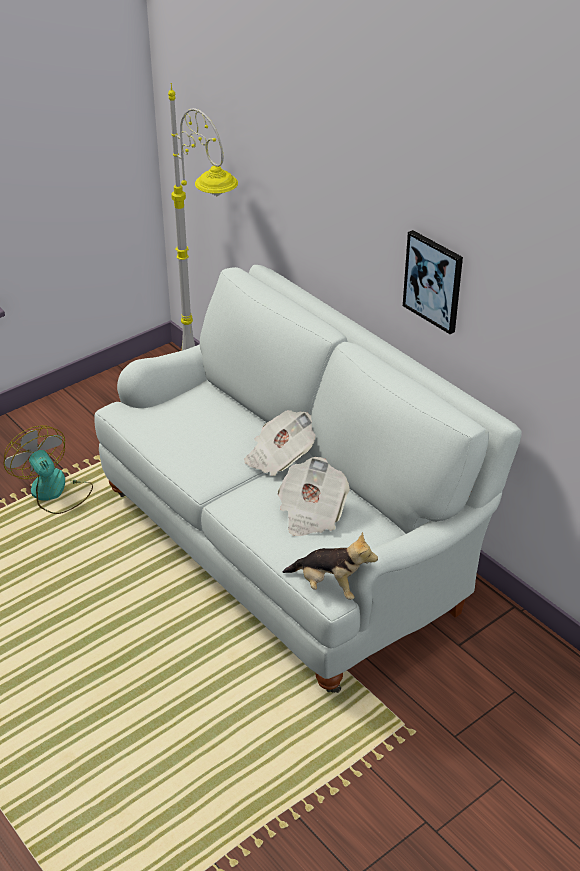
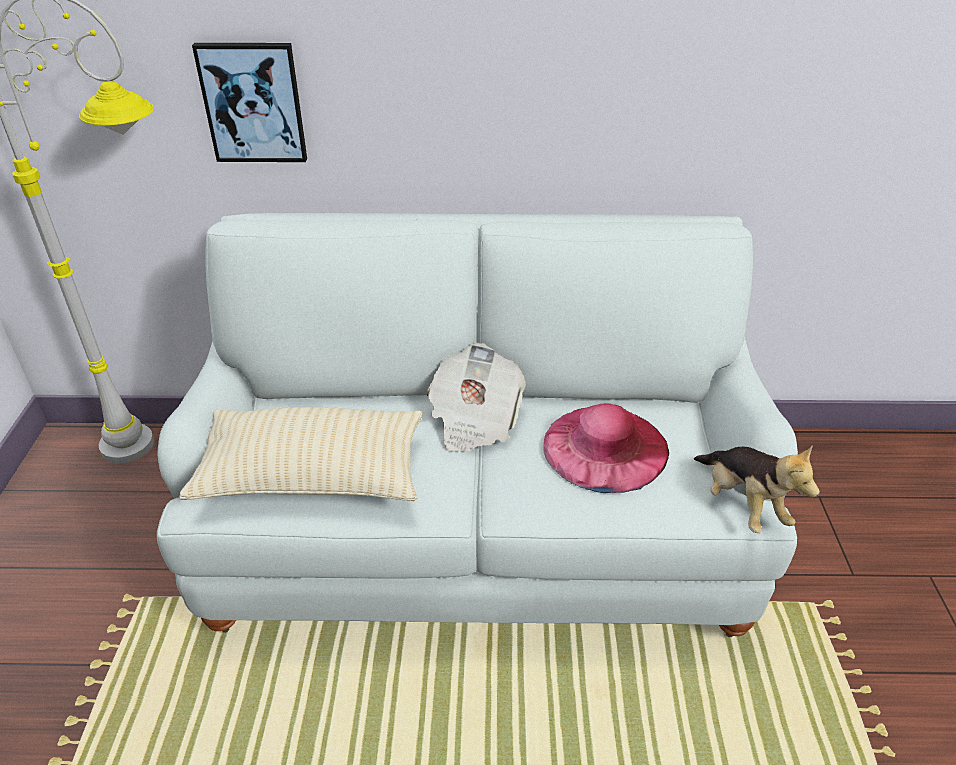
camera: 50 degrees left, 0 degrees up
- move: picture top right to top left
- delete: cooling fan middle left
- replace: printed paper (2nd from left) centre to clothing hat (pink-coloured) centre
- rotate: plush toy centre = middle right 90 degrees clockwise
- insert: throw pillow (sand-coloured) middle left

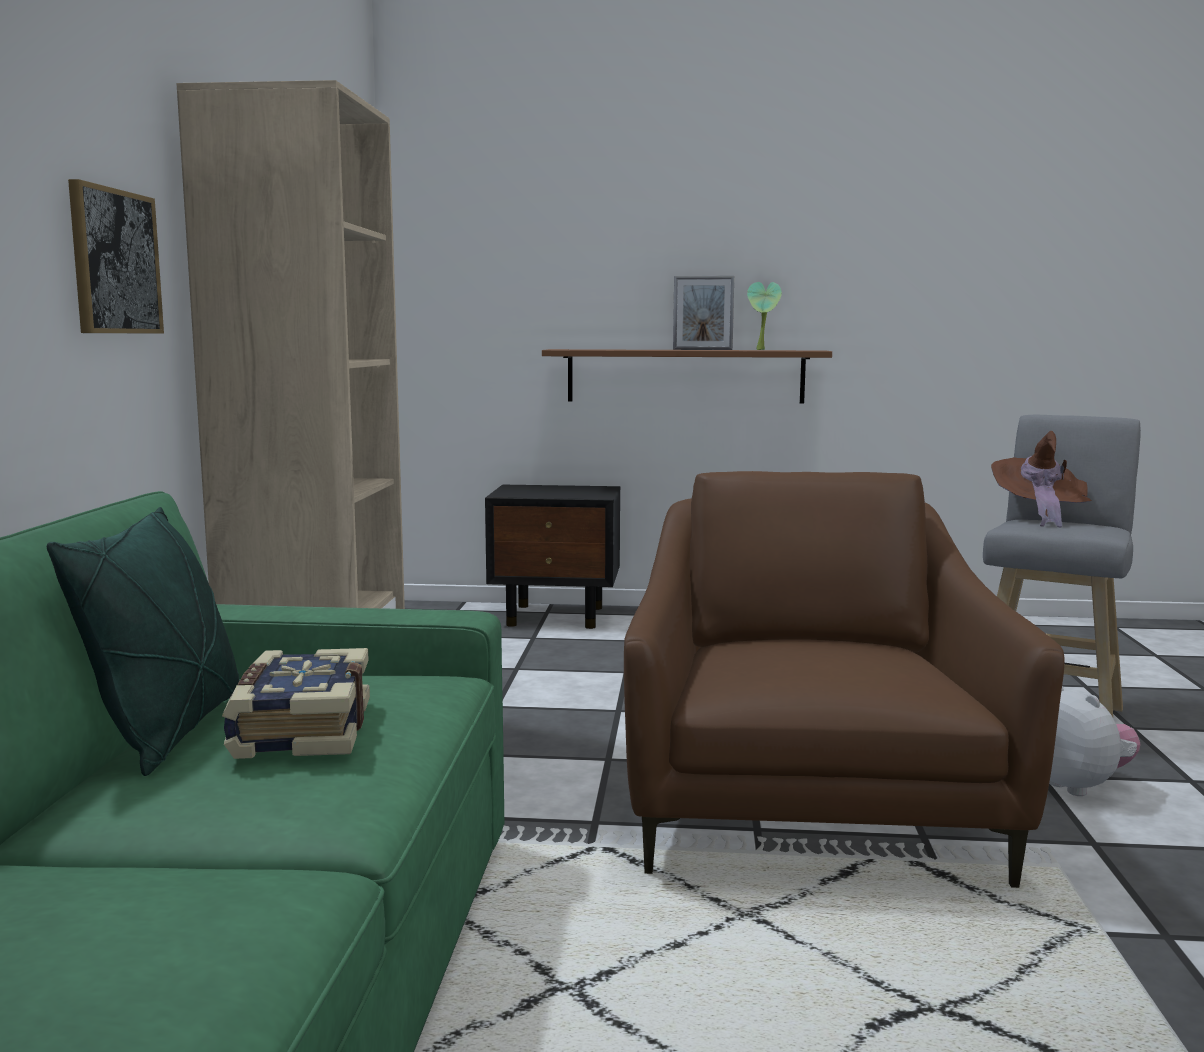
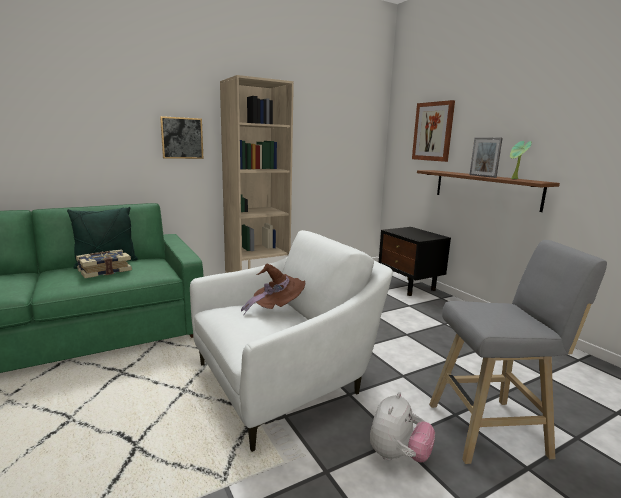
camera: 55 degrees right, 5 degrees up
- move: clothing hat (brownish) middle right to centre
- recolor: armchair (brownish) middle right to armchair (white) bottom centre
- insert: picture (2nd from left) top right

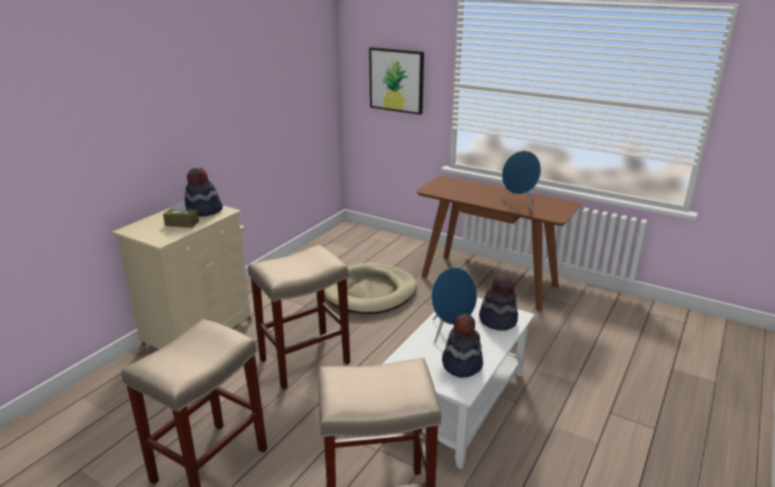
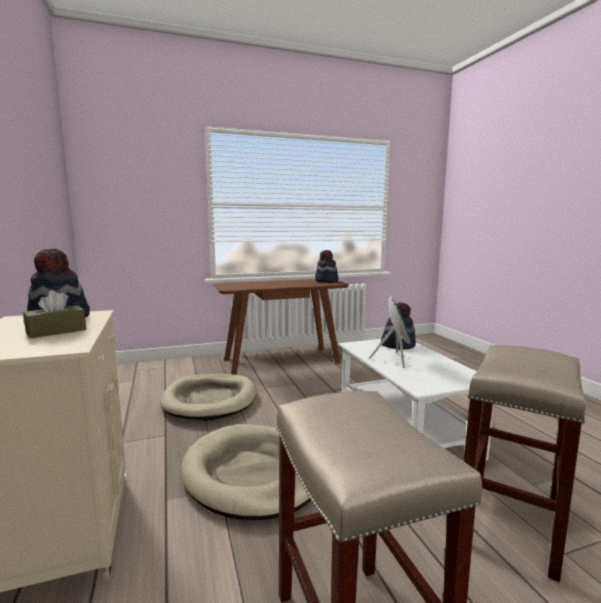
camera: 50 degrees left, 15 degrees down
- delete: picture top centre
- delete: speaker (bluish) (2nd from left) middle right
- replace: stool (sand-coloured) (2nd from left) centre to pet bed (sand-coloured) (2nd from left) bottom centre
- move: clothing hat (2nd from left) bottom centre to centre

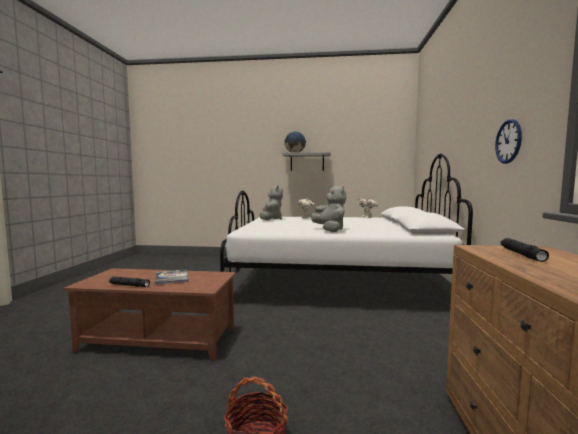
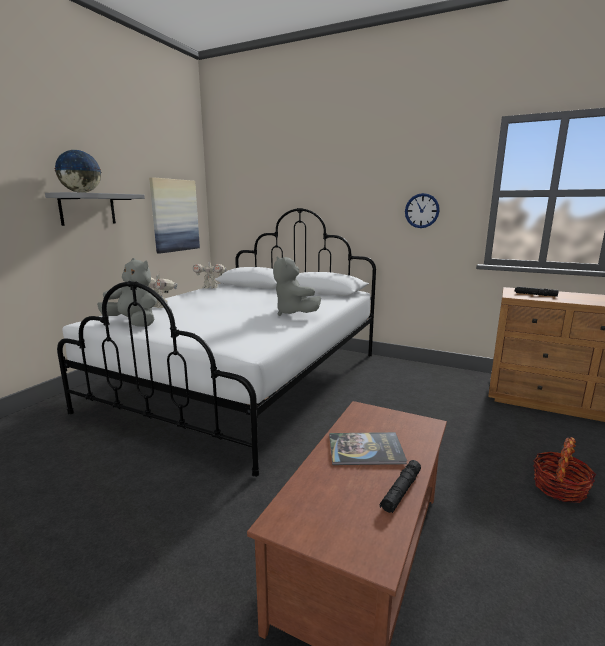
camera: 70 degrees left, 10 degrees up
- rotate: plush toy (gray) (2nd from left) centre = centre 120 degrees counterclockwise
- insert: picture top left

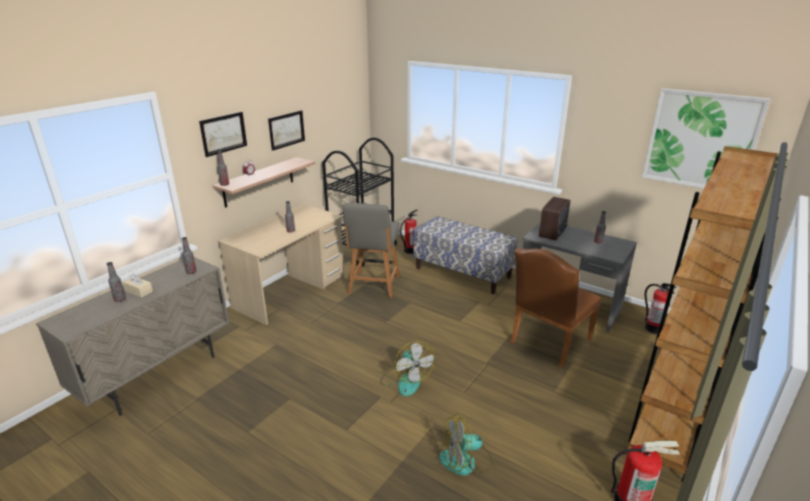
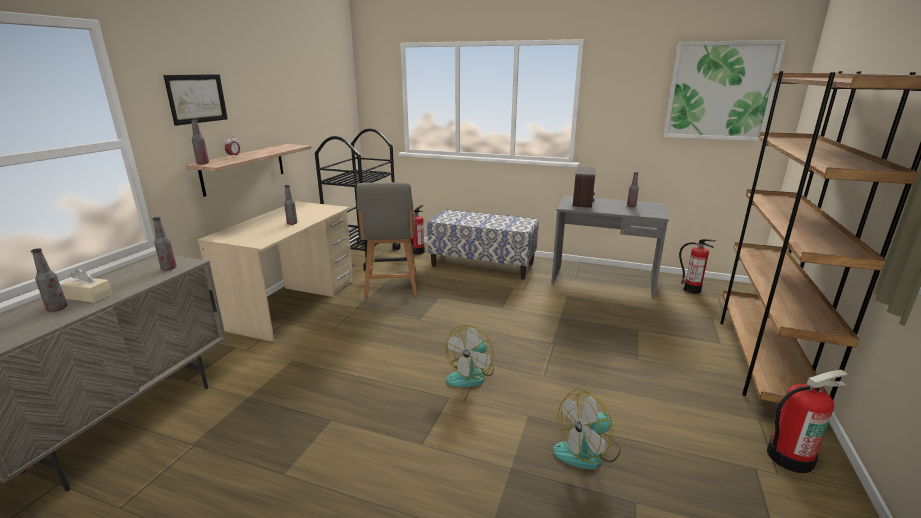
camera: 15 degrees left, 5 degrees down
- delete: picture (2nd from left) top centre
- delete: chair (brownish) middle right
- rotate: cooling fan (1st from left) bottom centre = bottom centre 75 degrees clockwise

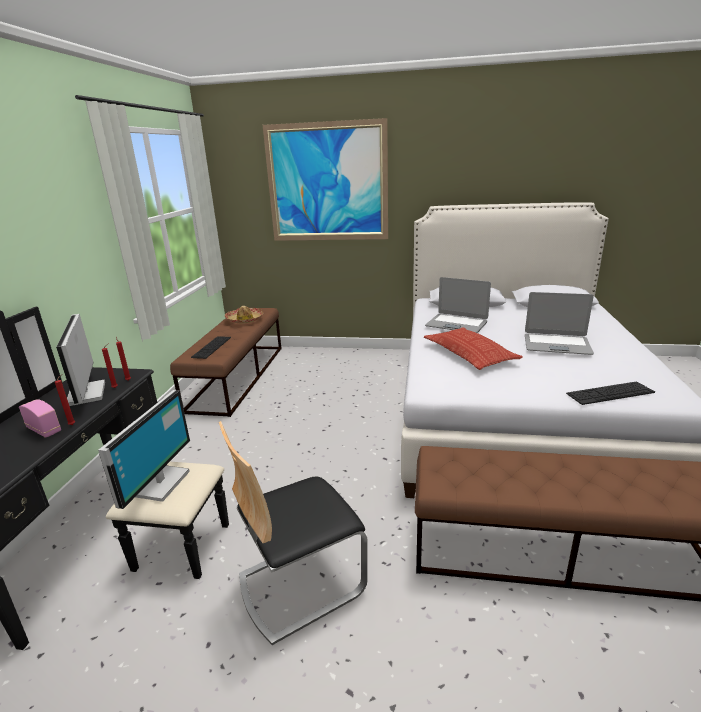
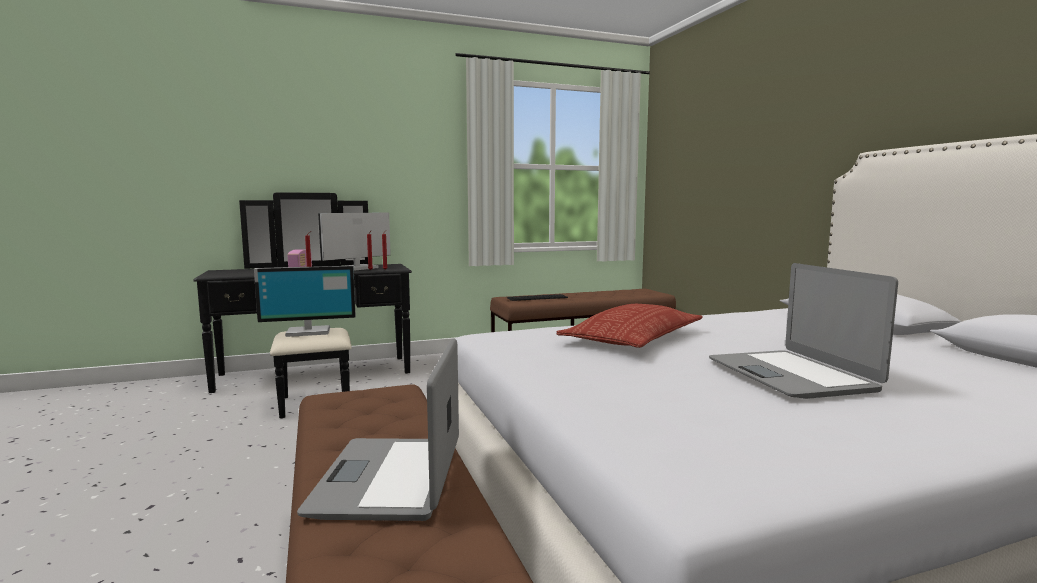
camera: 60 degrees right, 15 degrees down
- delete: picture top centre
- move: laptop (1st from left) centre to bottom centre
- delete: clothing hat centre
- delete: computer keyboard (2nd from left) middle right
- delete: chair bottom centre

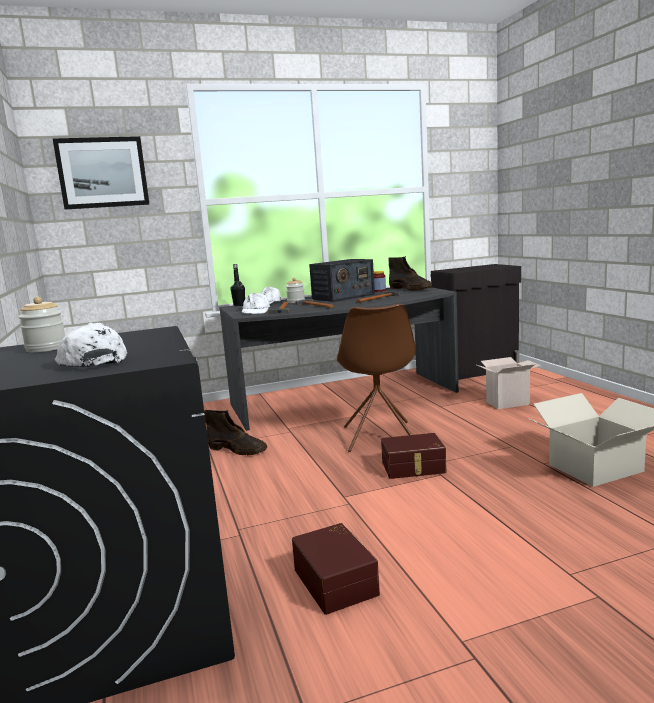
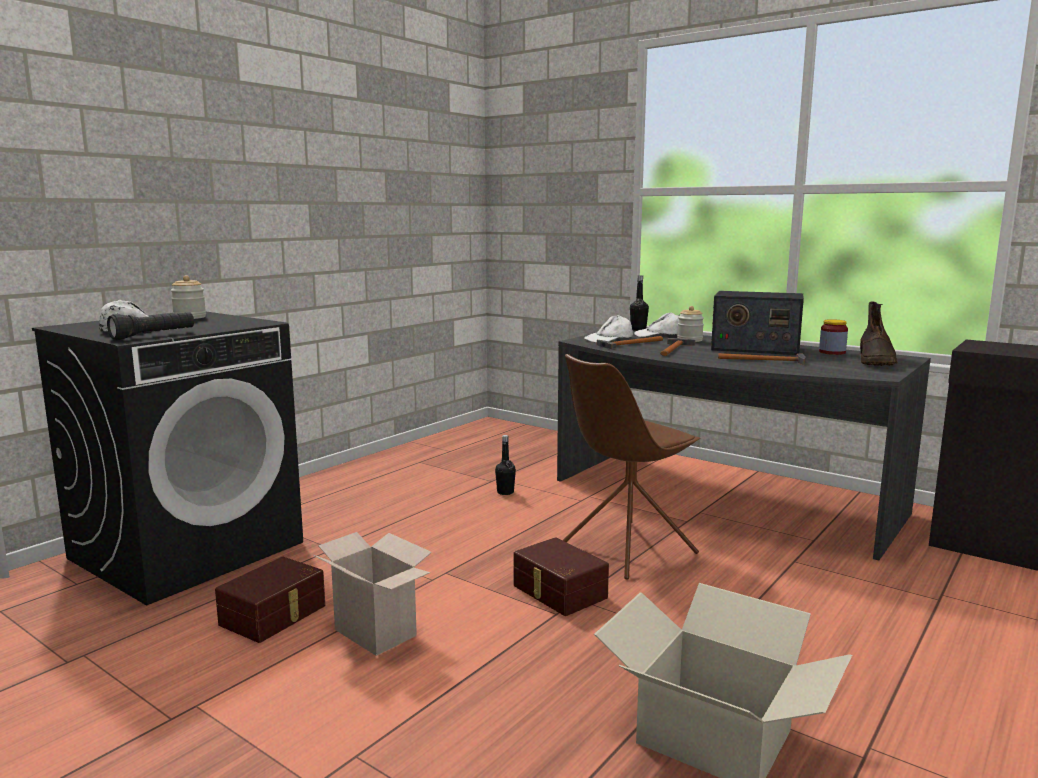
camera: 55 degrees right, 0 degrees up
- delete: picture top left
- move: carton (1st from left) middle right to bottom centre
- replace: high-top boot (brownish) (1st from left) centre to beverage bottle (black) (1st from left) centre
- insert: torch (black) middle left

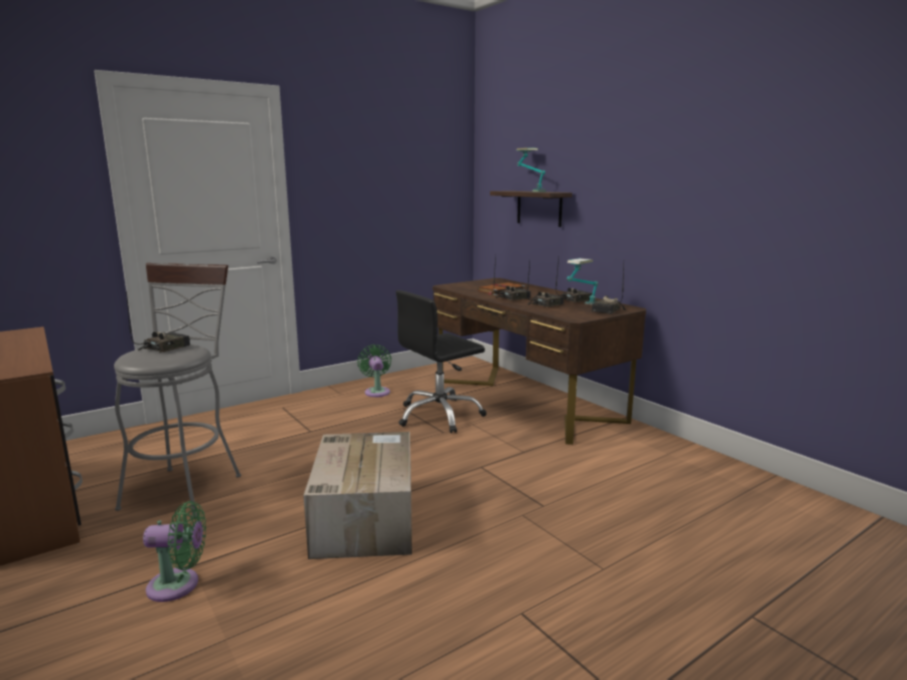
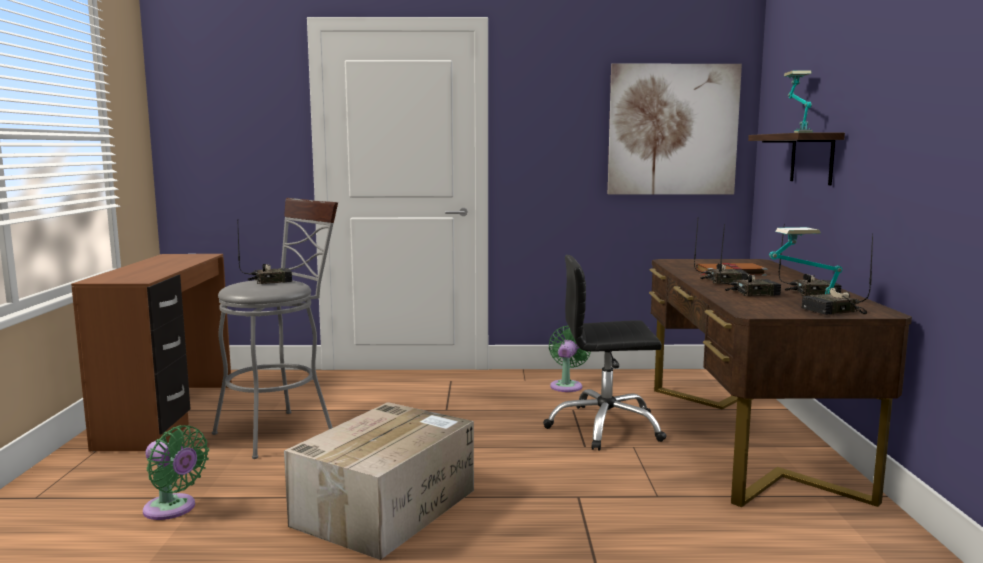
camera: 35 degrees right, 5 degrees down
- insert: picture top right

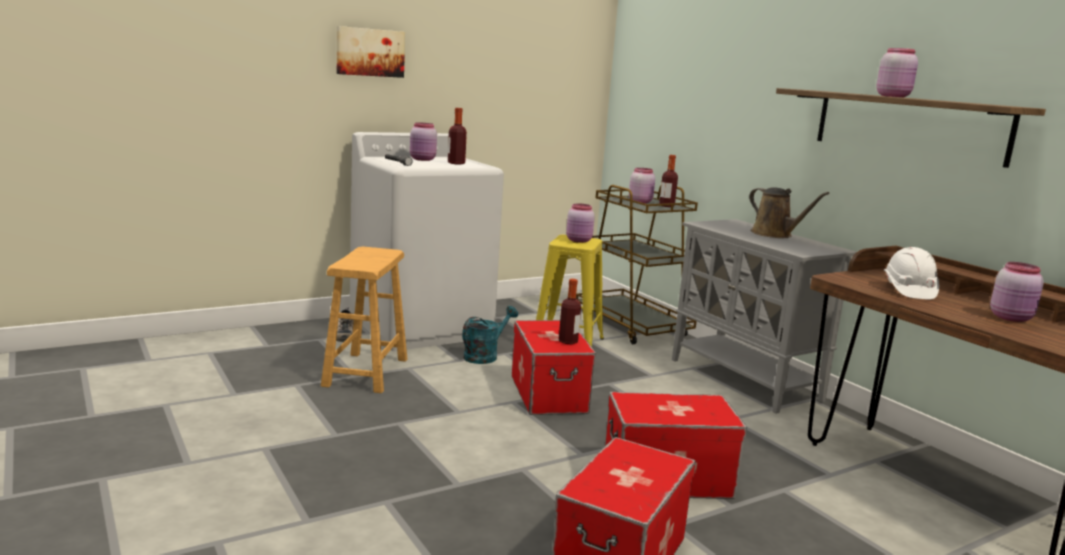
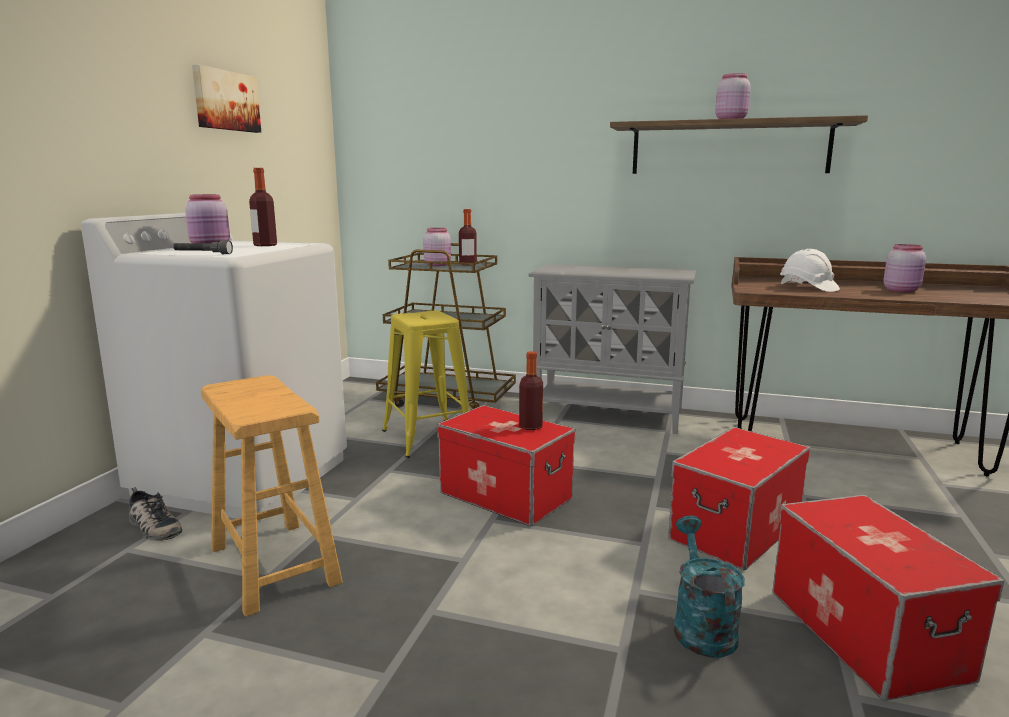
camera: 40 degrees left, 0 degrees up
- move: picture top centre to top left
- delete: watering can (brownish) middle right
- delete: jar (pink-coloured) (2nd from left) centre
- move: watering can (turquoise-coloured) centre to bottom right

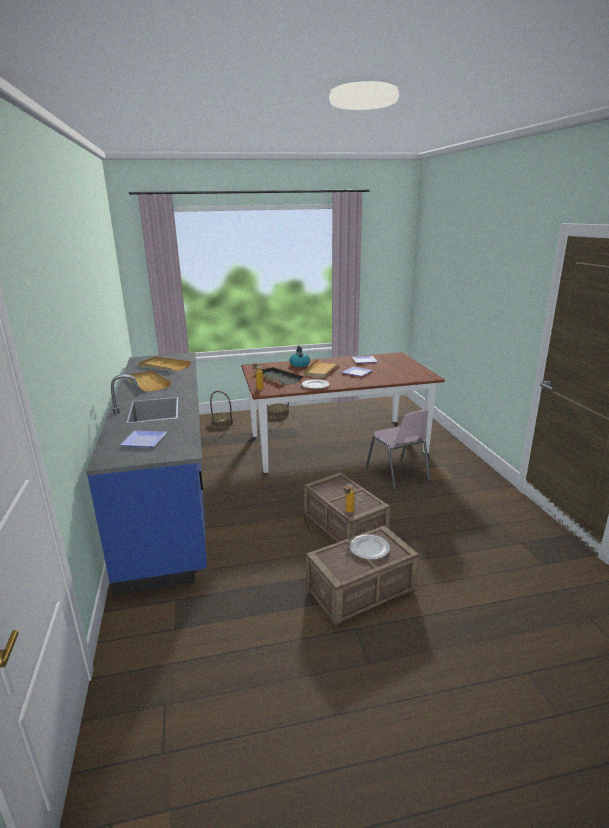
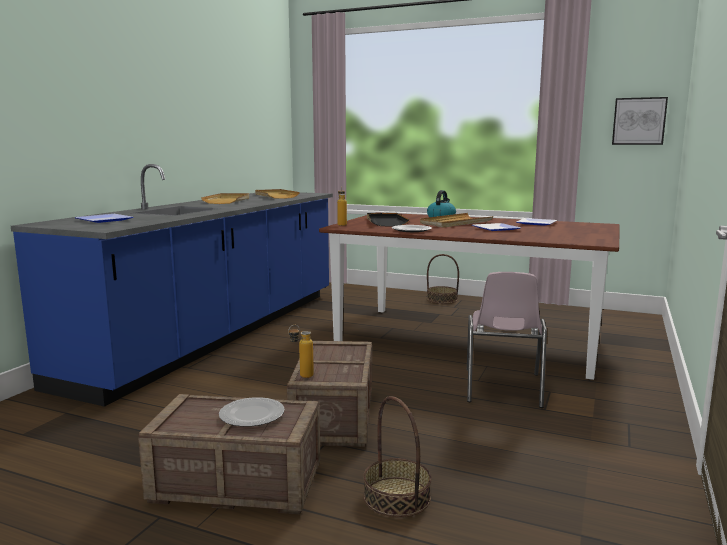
camera: 35 degrees right, 10 degrees down
- move: household basket (1st from left) centre to bottom centre
- insert: picture top right

